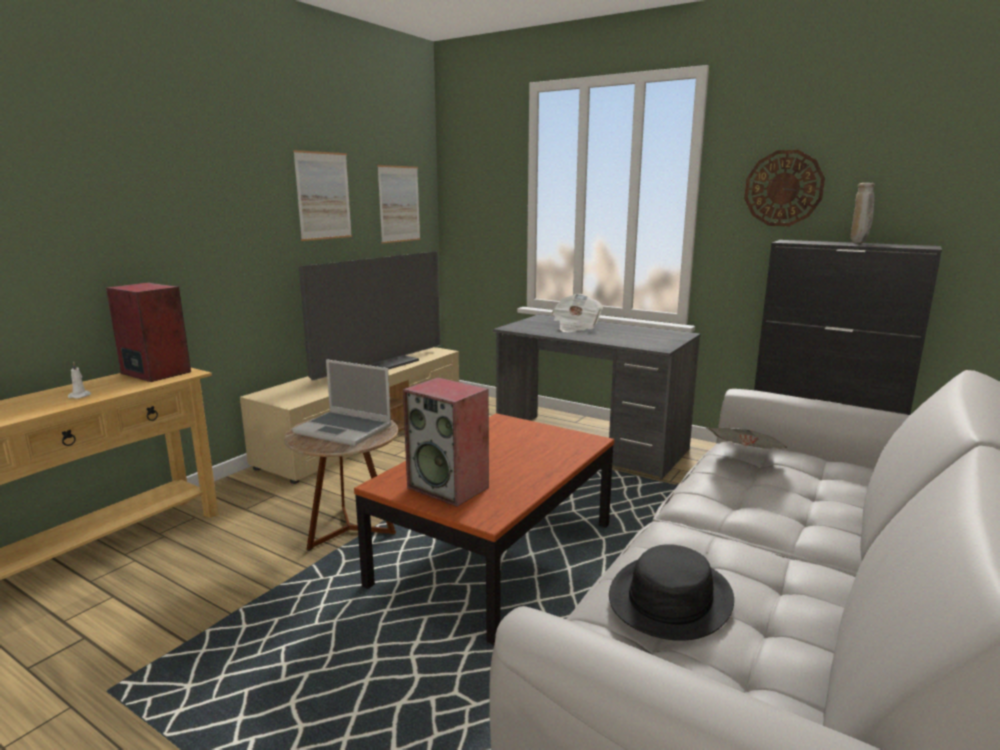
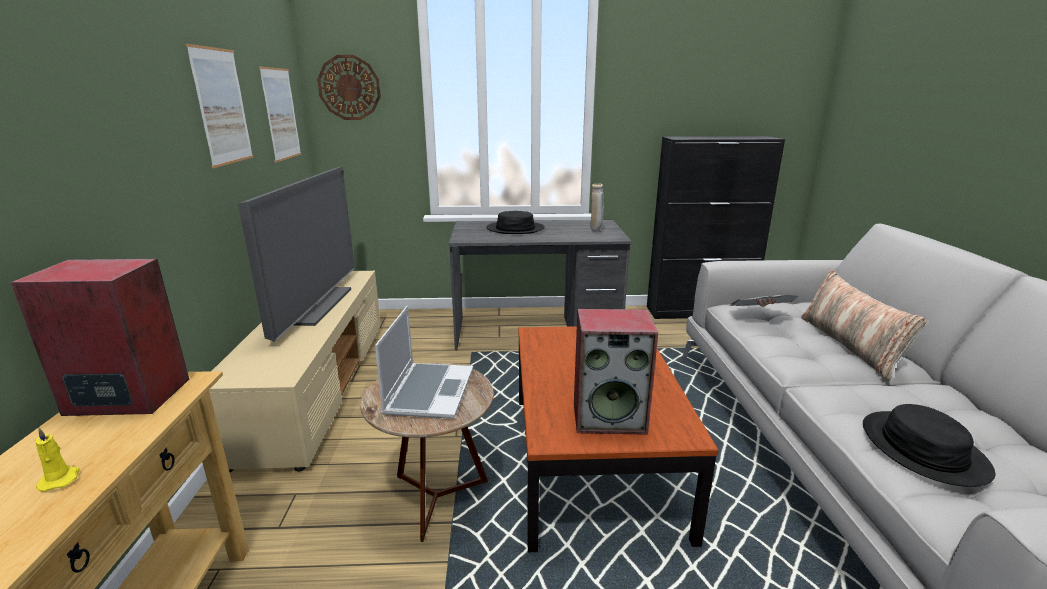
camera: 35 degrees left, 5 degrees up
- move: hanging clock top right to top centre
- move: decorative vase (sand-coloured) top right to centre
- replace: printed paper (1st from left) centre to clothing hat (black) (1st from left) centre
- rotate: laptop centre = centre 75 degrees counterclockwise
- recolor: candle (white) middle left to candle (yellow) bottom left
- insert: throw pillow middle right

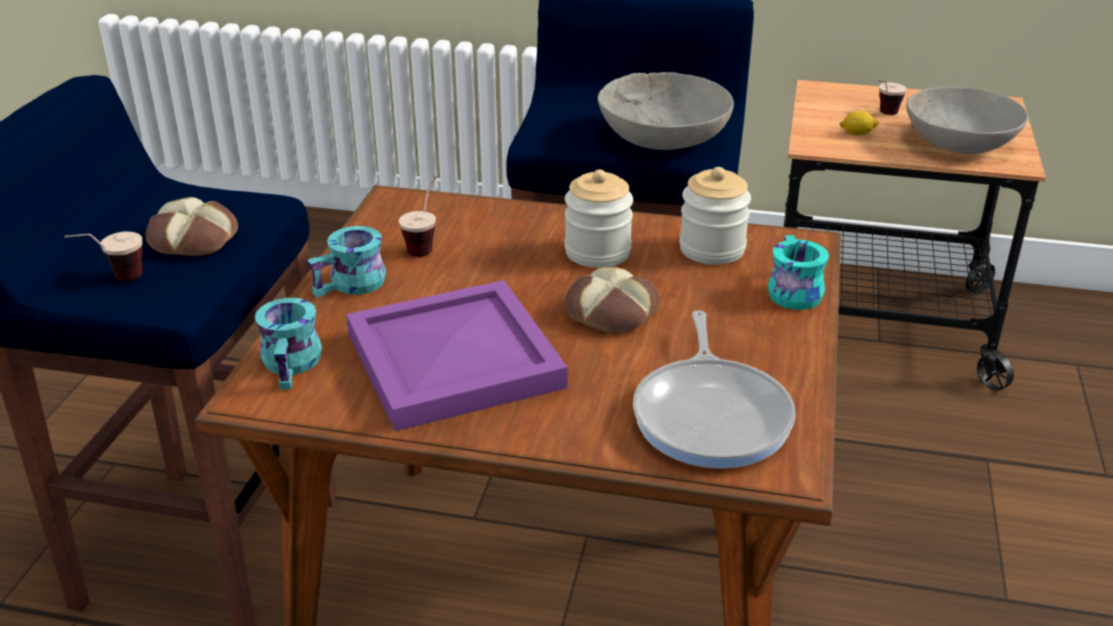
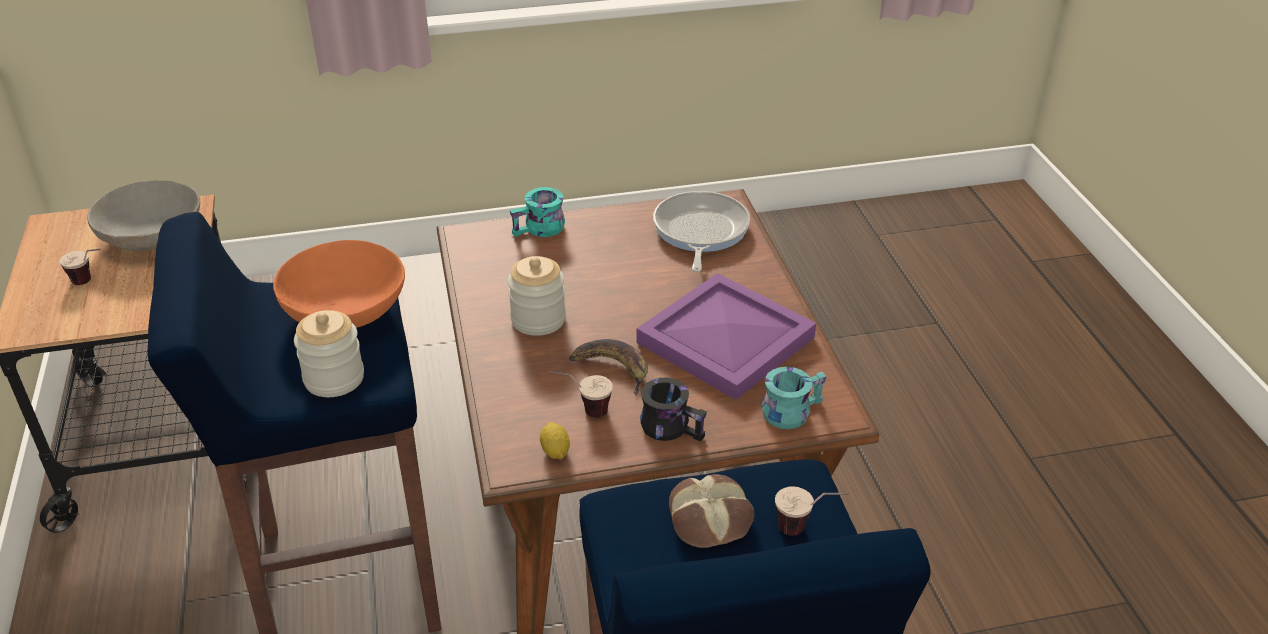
camera: 115 degrees left, 5 degrees up
- recolor: deep dish (gray) (1st from left) top centre to deep dish (orange) middle left
- move: citrus fruit top right to bottom centre
- move: jar (2nd from left in the first image) centre to jar (1st from left) middle left
- recolor: coffee mug (turquoise-coloured) (2nd from left) middle left to coffee mug (black) centre
- delete: baked bread (2nd from left) centre
- rotate: pan centre = centre 60 degrees counterclockwise
- insert: whole banana centre

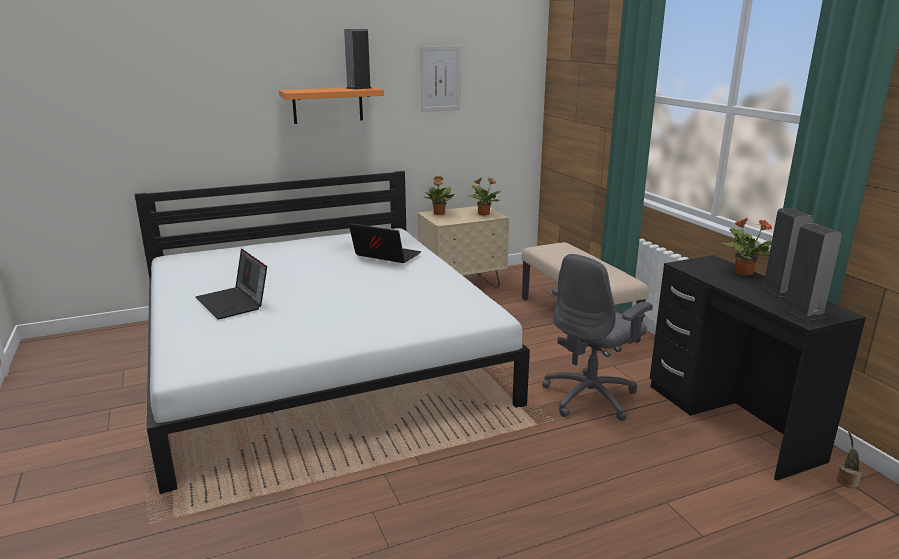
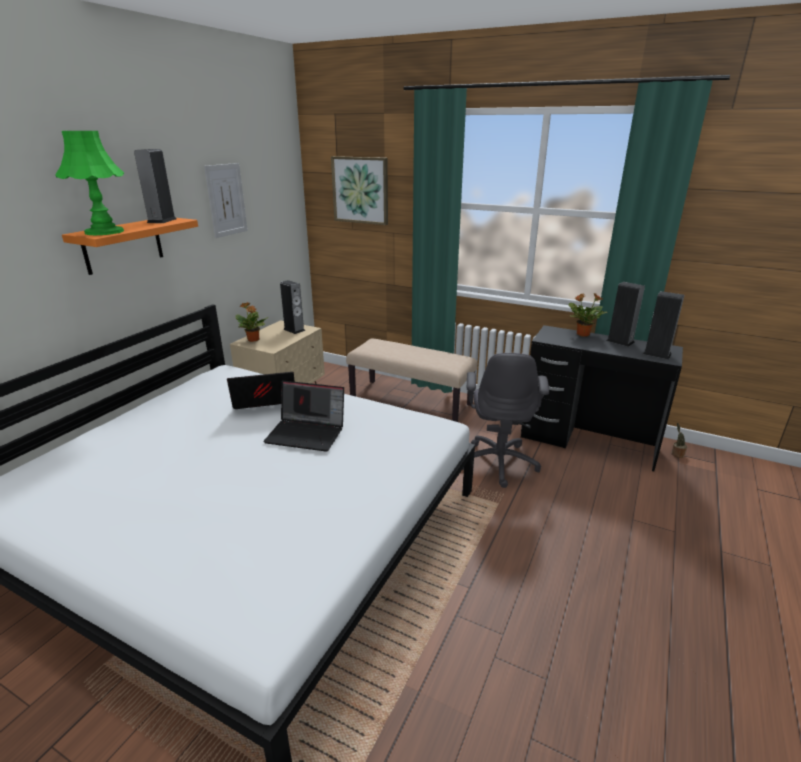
camera: 40 degrees left, 5 degrees up
- replace: potted plant (2nd from left) centre to speaker (2nd from left) centre
- move: laptop (1st from left in the first image) middle left to laptop (2nd from left) centre
- insert: lamp for a table (green-coloured) top left
- insert: picture (2nd from left) top centre

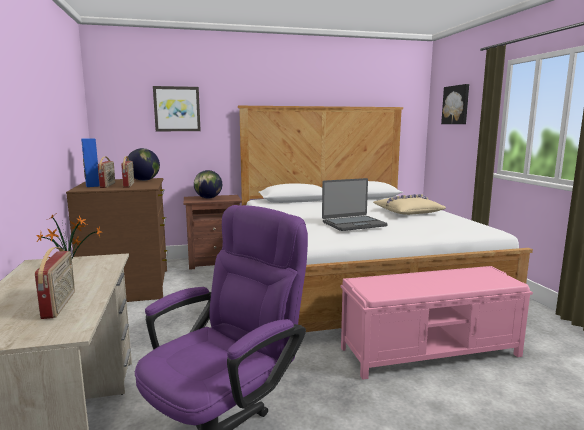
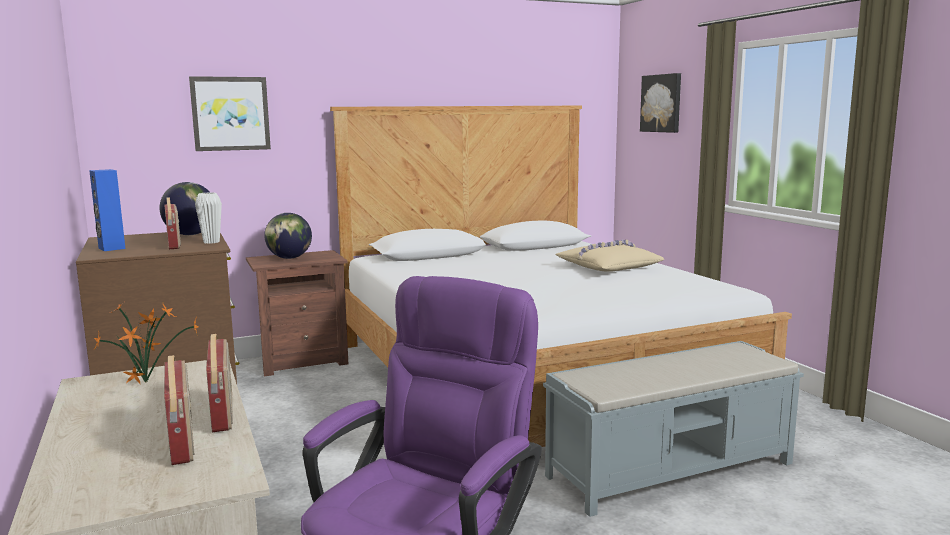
camera: 10 degrees left, 0 degrees up
- move: radio (2nd from left in the first image) middle left to radio (3rd from left) bottom left
- delete: laptop centre
- recolor: indoor bench (pink-coloured) bottom right to indoor bench (gray) bottom right
- insert: decorative vase (white) middle left

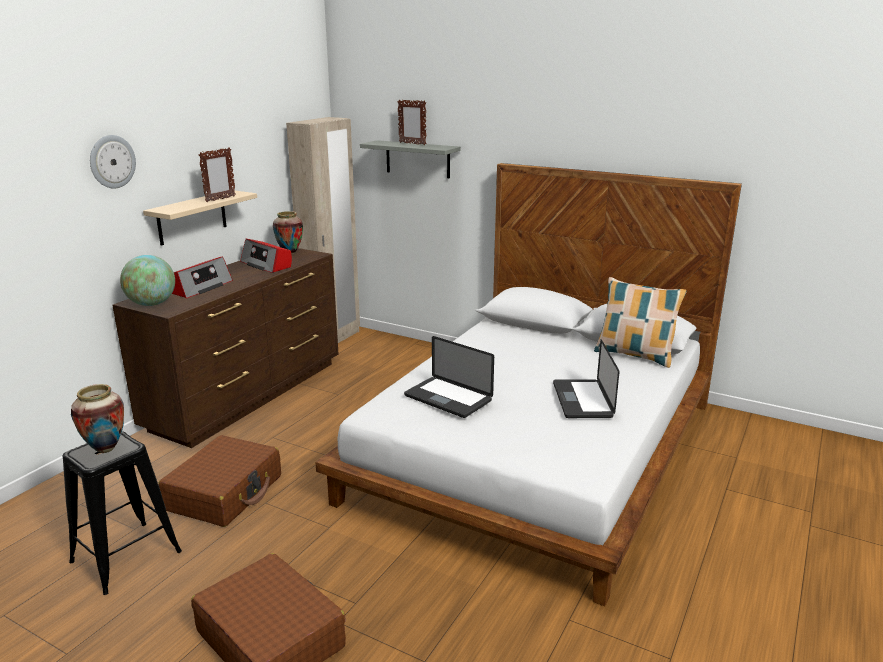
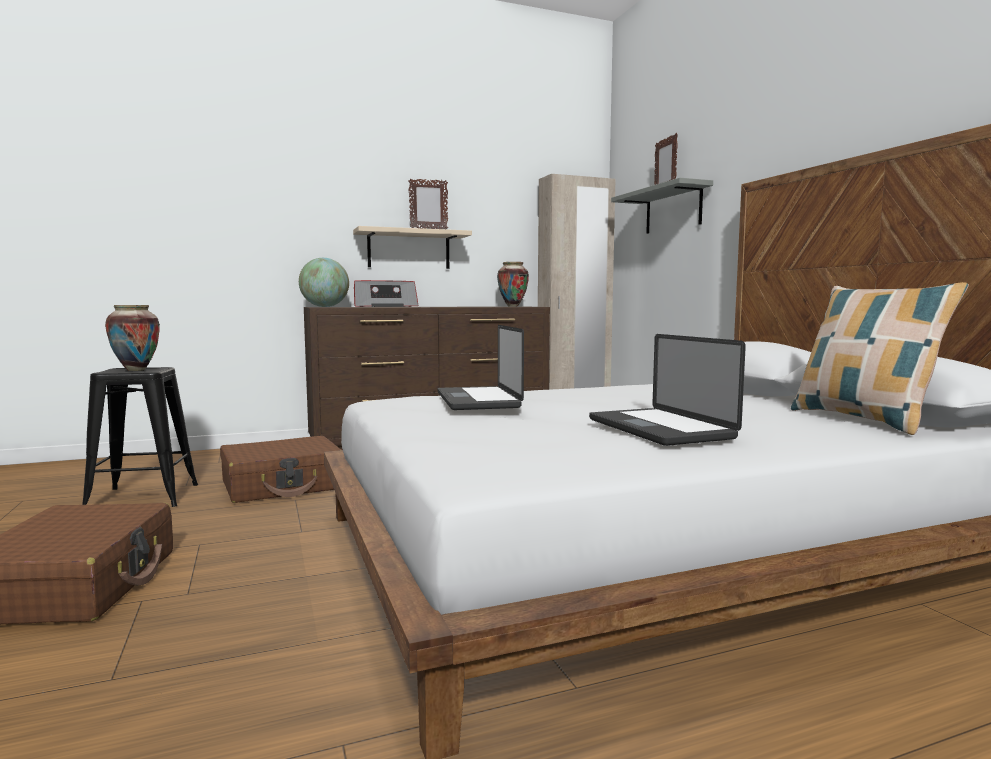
camera: 40 degrees right, 15 degrees down
- delete: hanging clock top left
- delete: radio (2nd from left) middle left
- rotate: laptop (2nd from left) centre = middle right 60 degrees counterclockwise

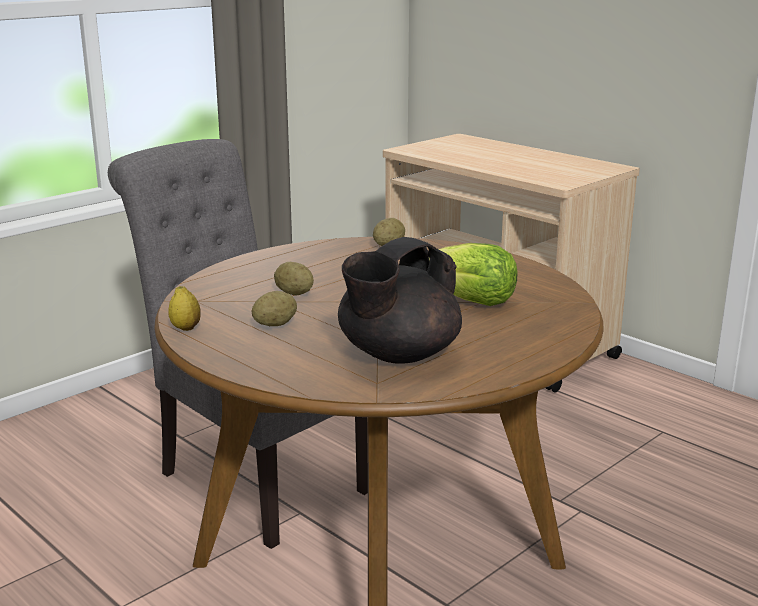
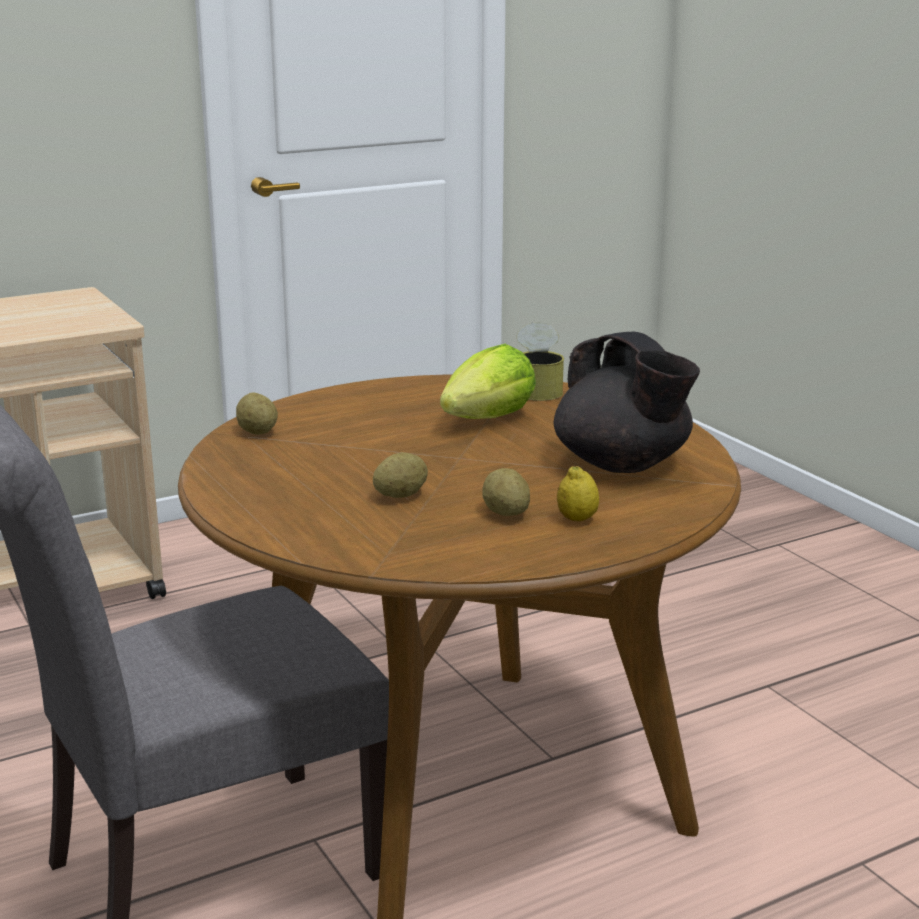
camera: 75 degrees left, 0 degrees up
- move: citrus fruit middle left to centre
- insert: sealed can centre

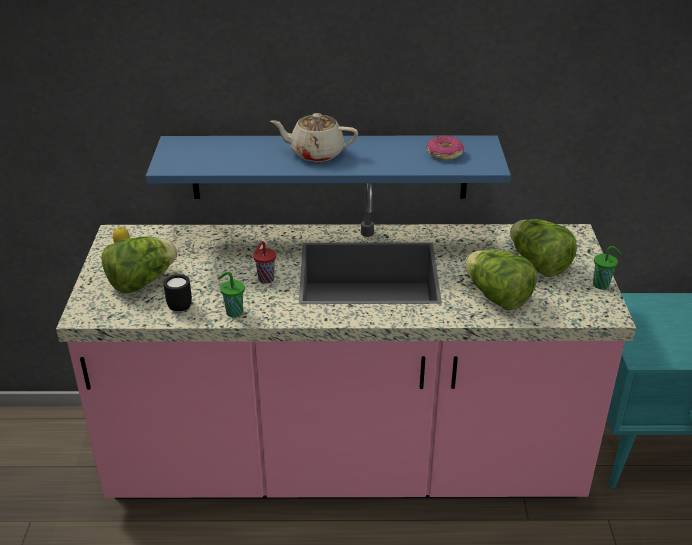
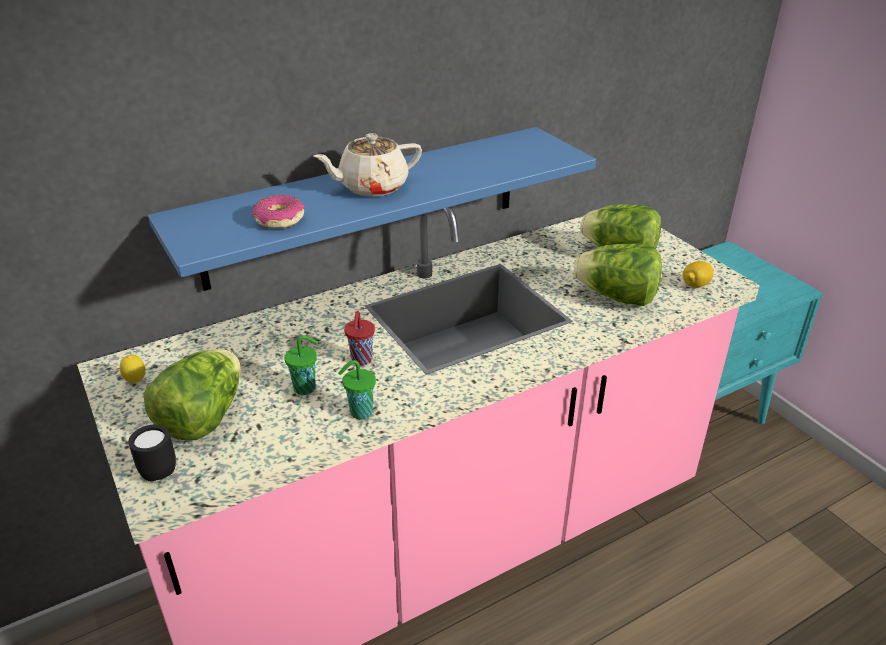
camera: 30 degrees left, 0 degrees up
- move: doughnut top centre to top left
- move: drinking cup (green-coloured) (2nd from left in the first image) middle right to drinking cup (green-coloured) (1st from left) centre
- move: coffee mug (black) middle left to bottom left
- insert: citrus fruit (2nd from left) middle right

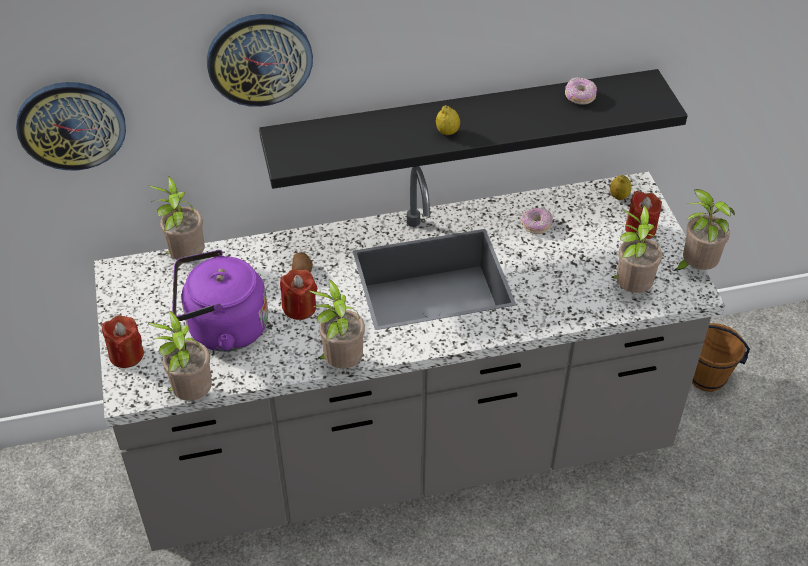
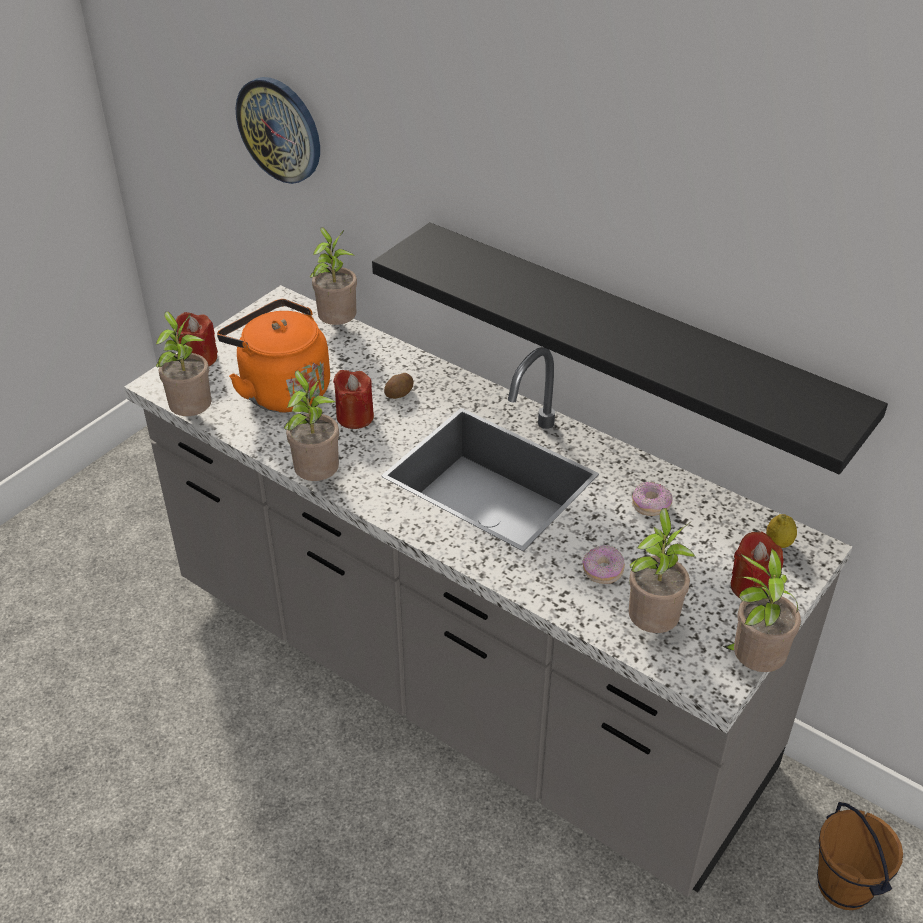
camera: 50 degrees right, 5 degrees down
- delete: hanging clock (2nd from left) top left
- move: doughnut (2nd from left in the first image) top right to doughnut (1st from left) centre
- delete: citrus fruit (1st from left) top centre
- recolor: water kettle (purplish) middle left to water kettle (orange) middle left

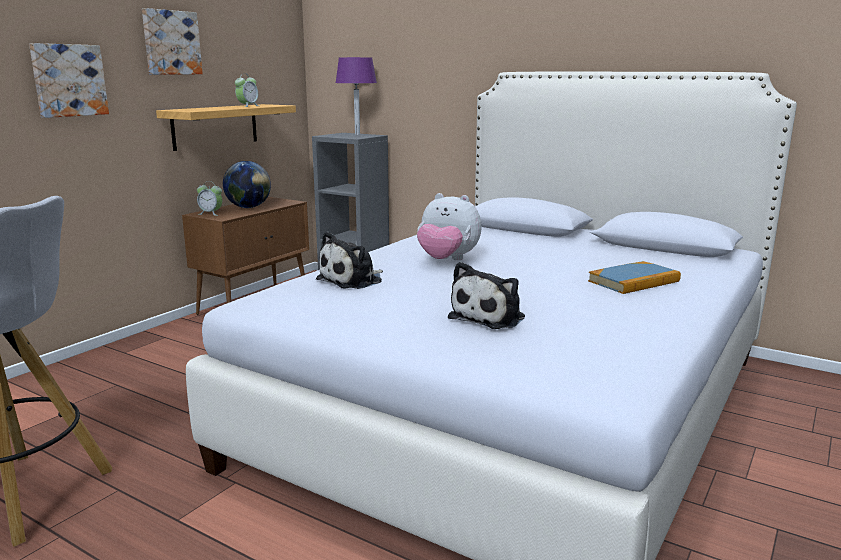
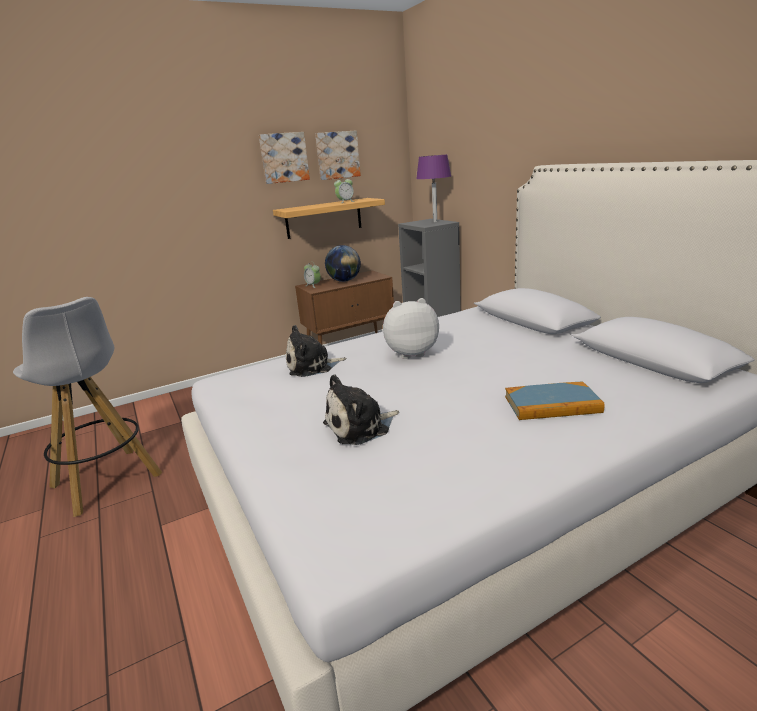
camera: 30 degrees right, 5 degrees up
- move: picture (1st from left in the first image) top left to picture (2nd from left) top centre
- rotate: plush toy (2nd from left in the first image) centre = centre 120 degrees clockwise

